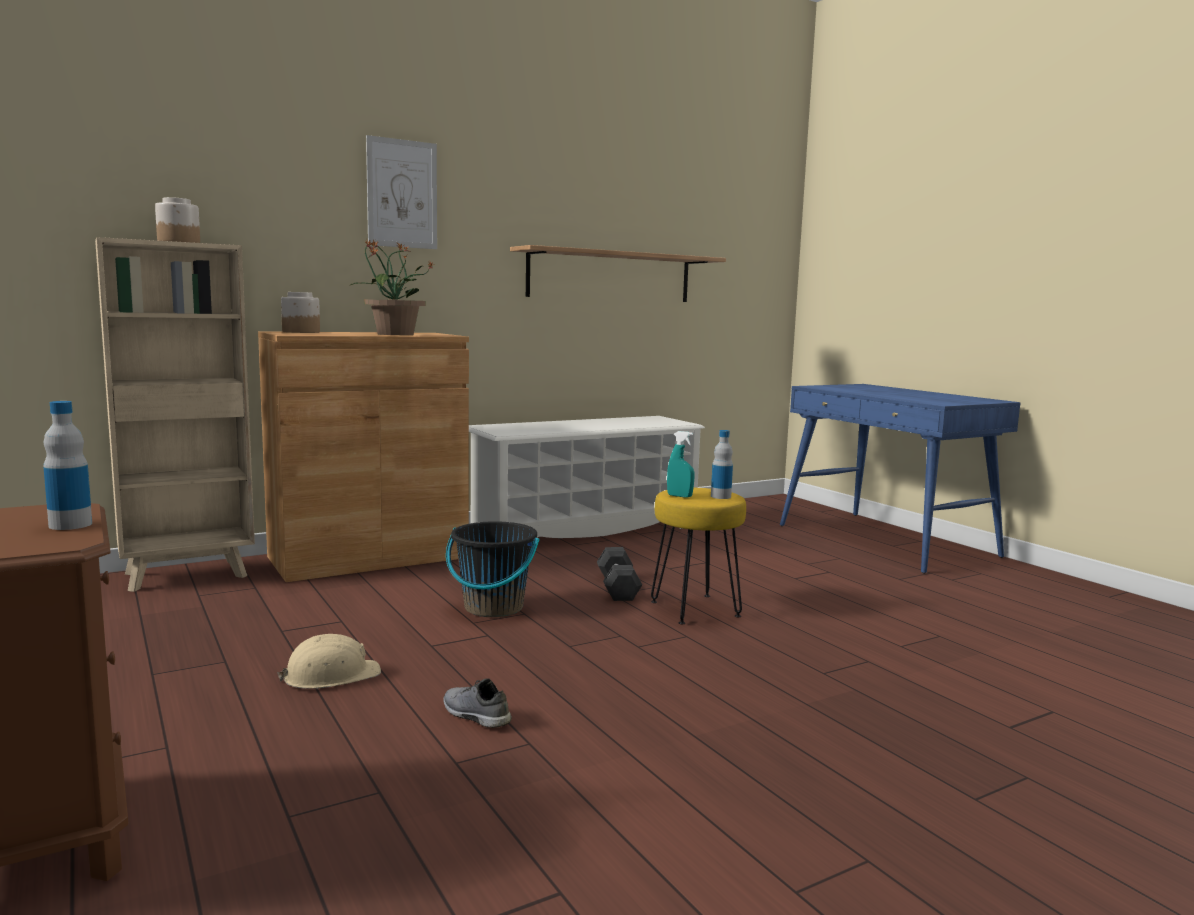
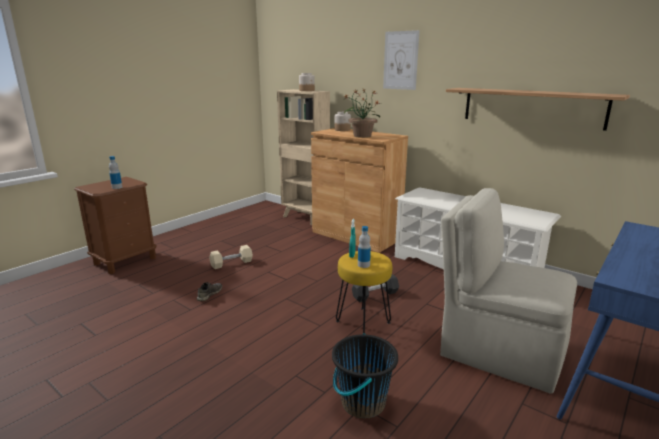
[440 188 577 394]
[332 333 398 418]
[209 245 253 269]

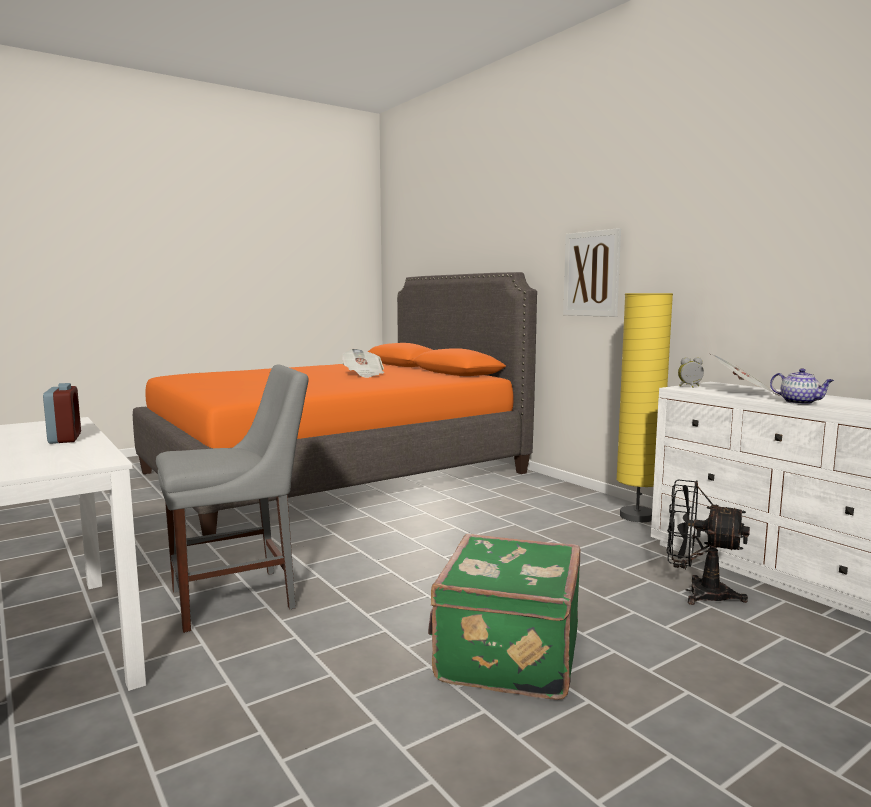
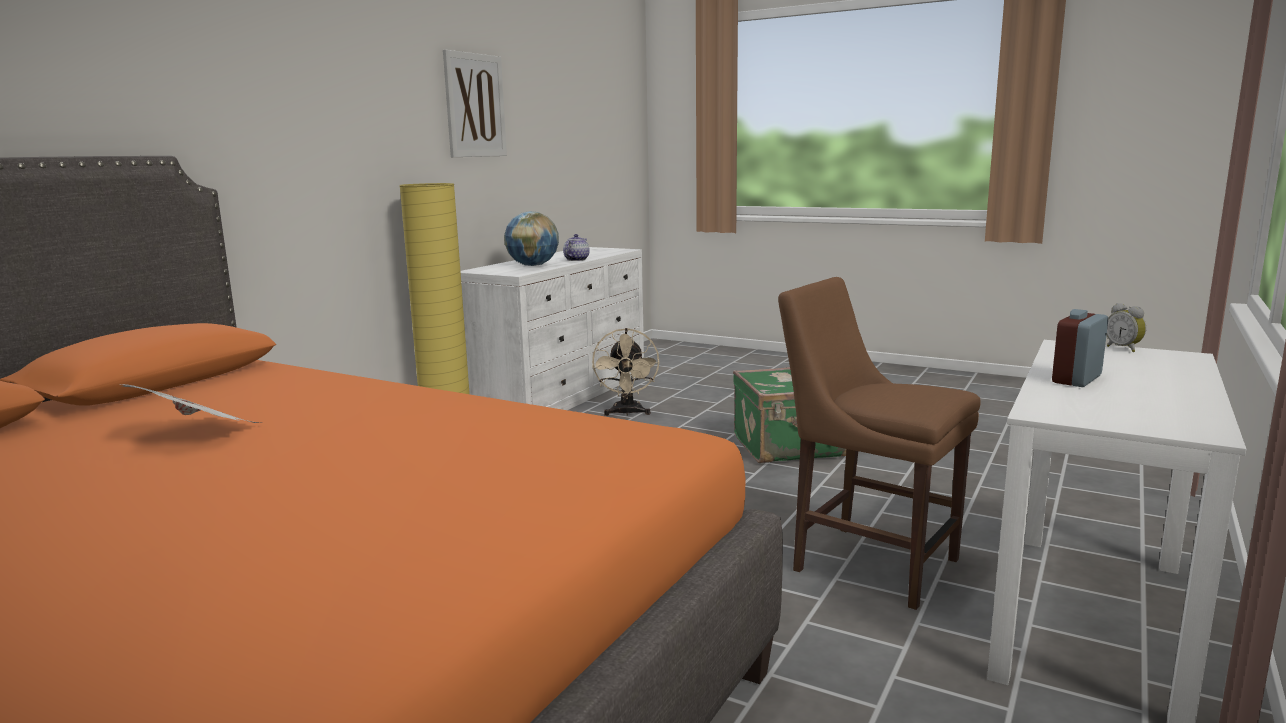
[443 49 507 157]
[1107 303 1146 352]
[504 211 559 266]
[778 277 980 610]
[592 328 659 416]

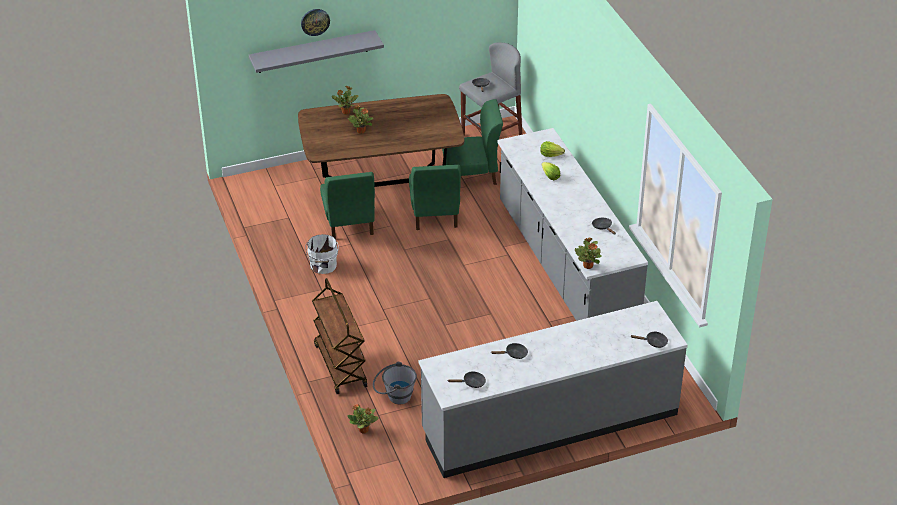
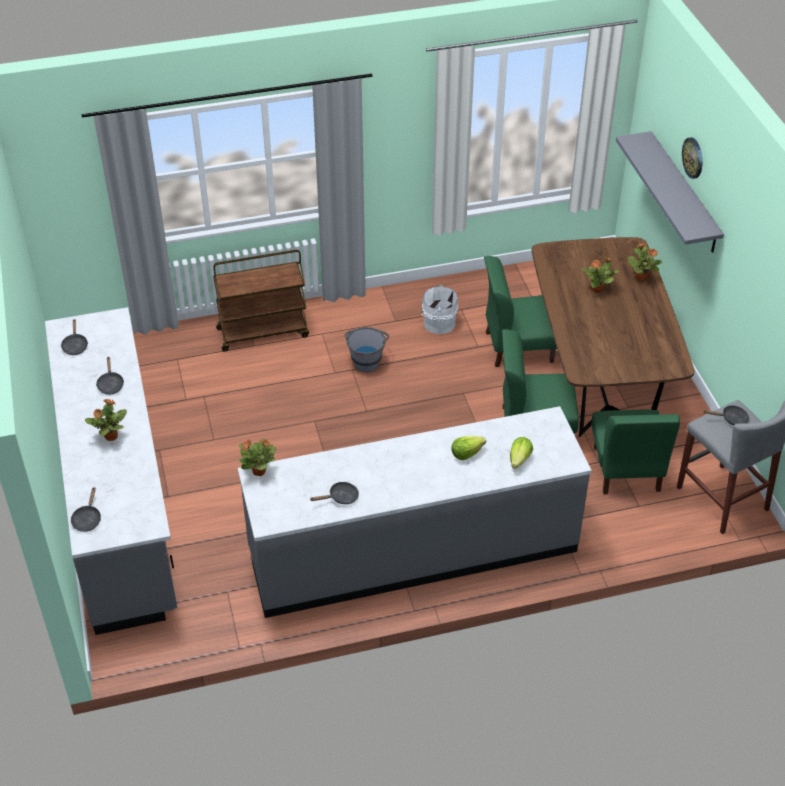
[85 399 127 441]
[345 327 389 372]

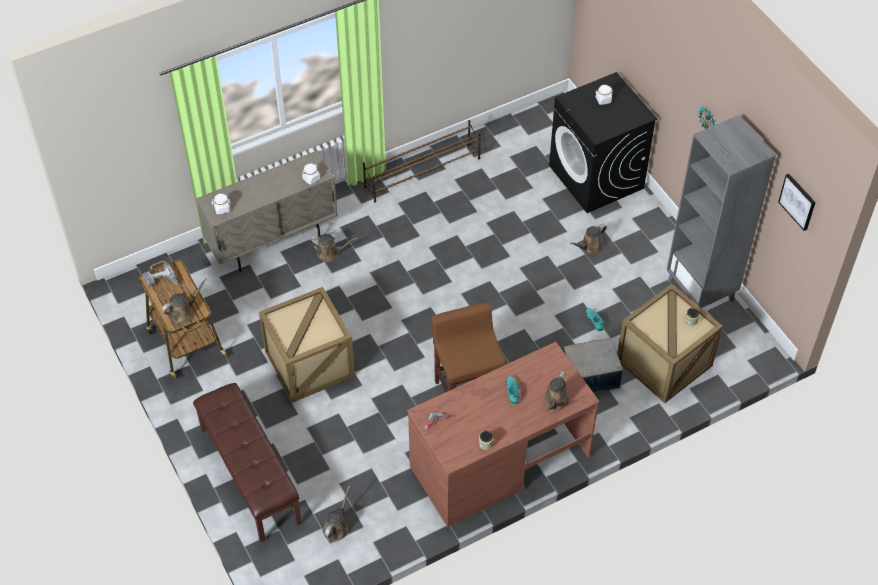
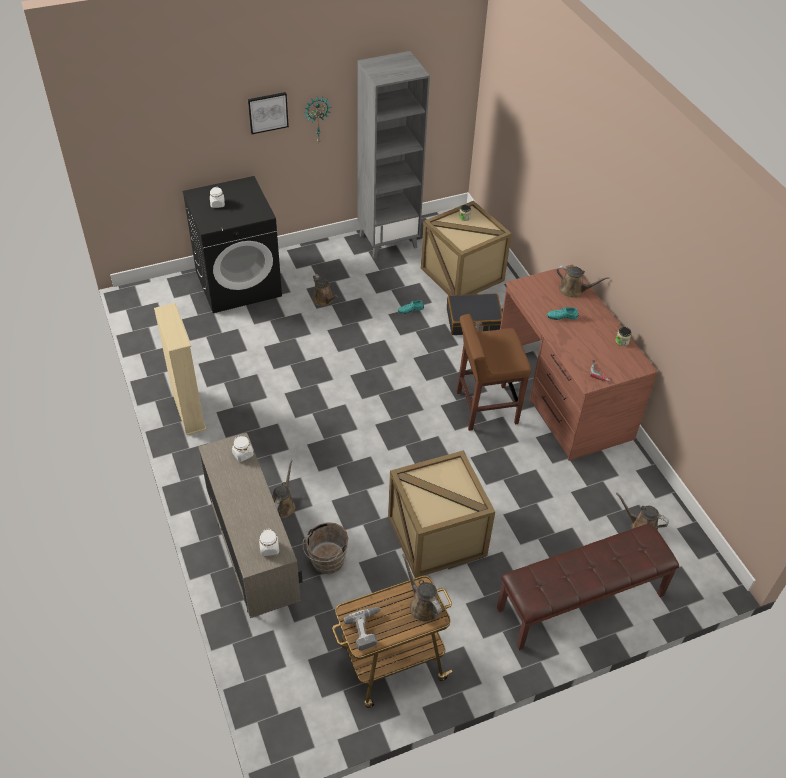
[302 522 348 574]
[248 92 289 134]
[154 303 207 435]
[447 293 502 335]

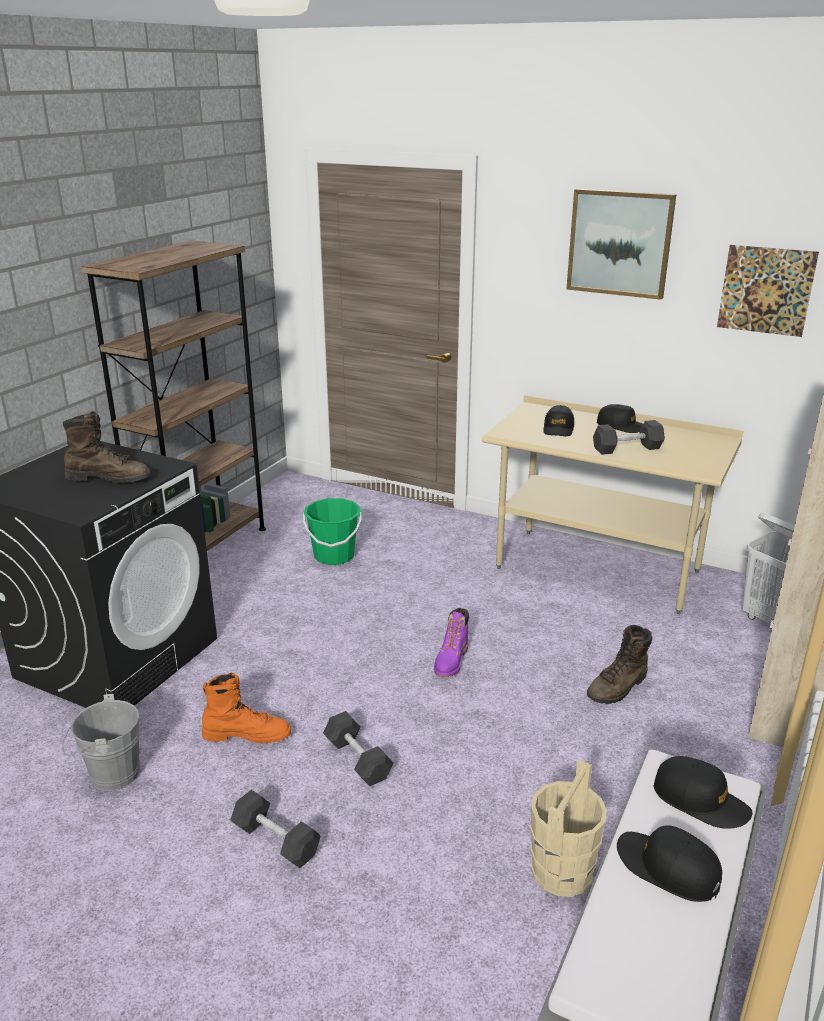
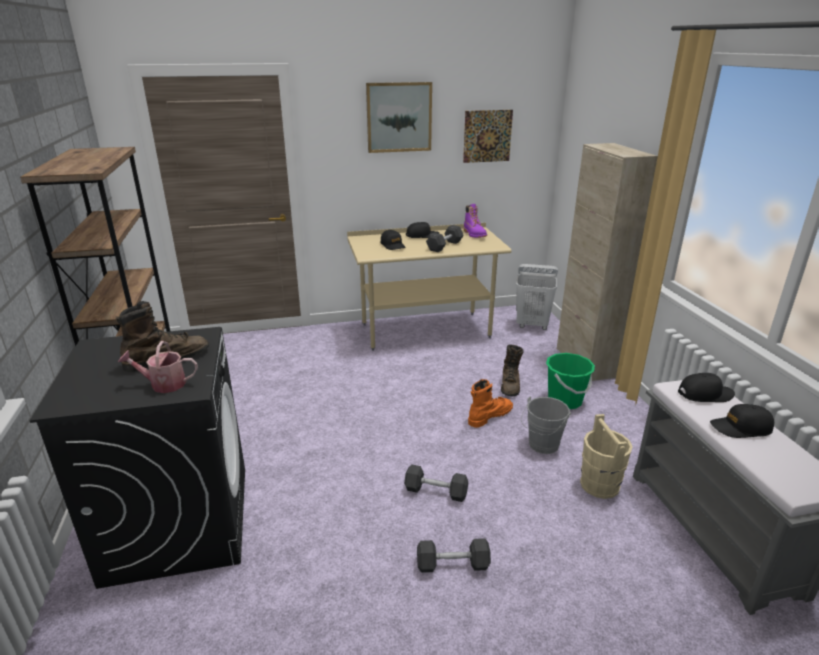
[118 341 198 393]
[521 396 571 454]
[468 379 513 428]
[546 353 595 409]
[464 204 487 238]

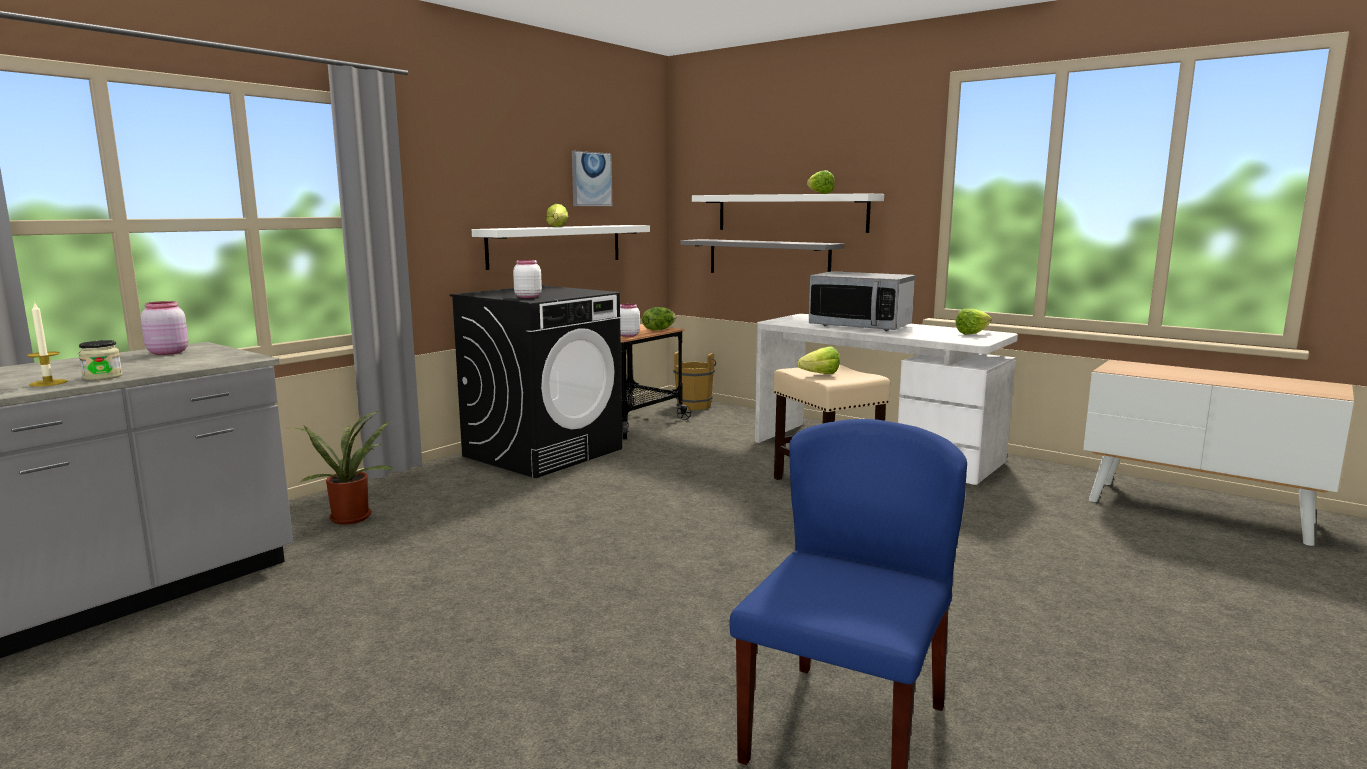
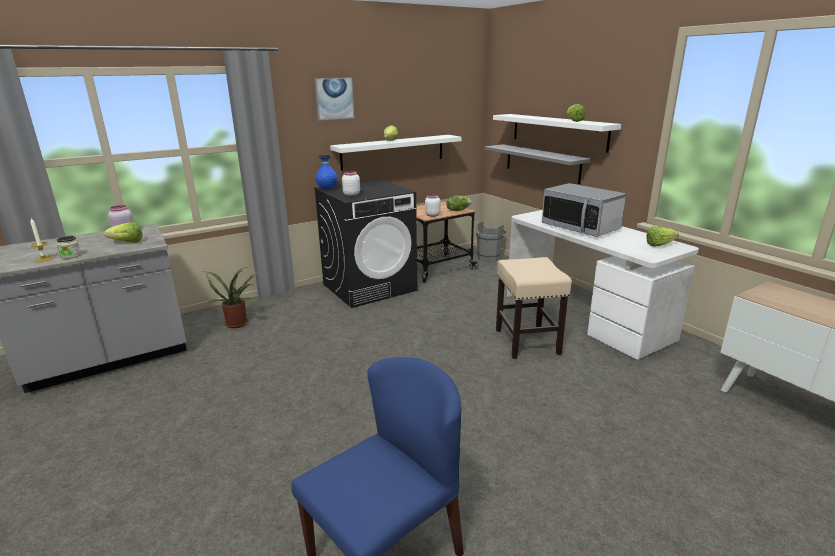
[315 155 338 190]
[314 78 355 121]
[104 222 143 243]
[476 221 505 262]

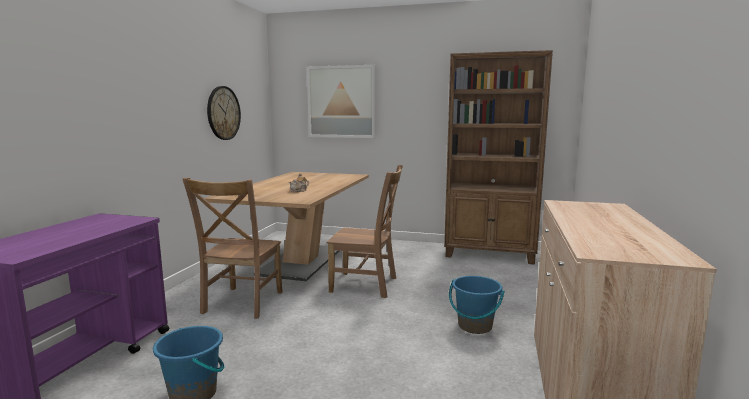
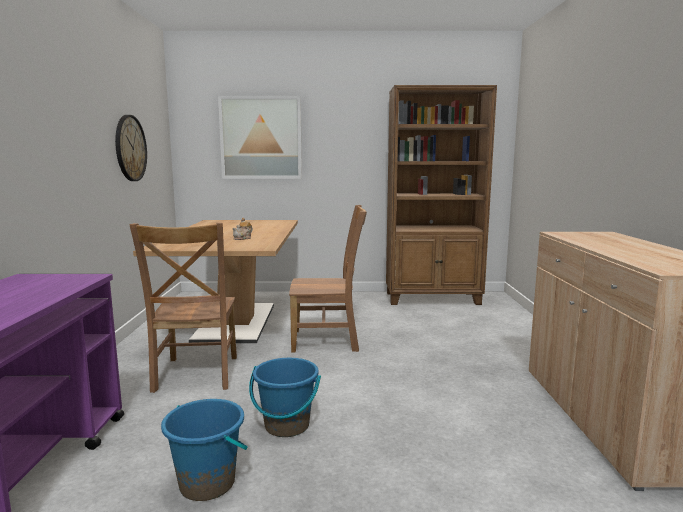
[249 358 321 437]

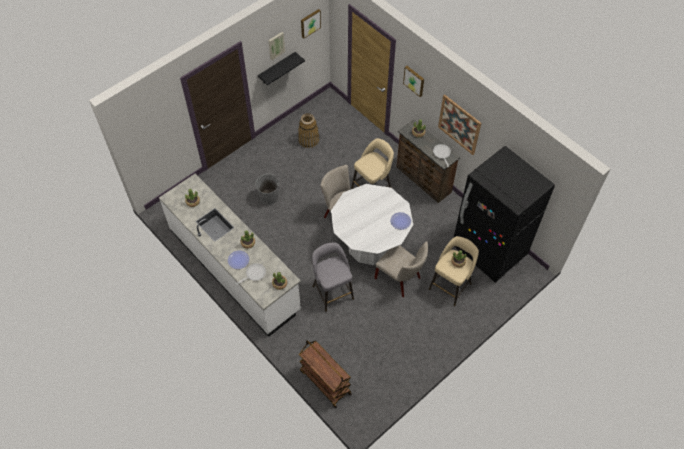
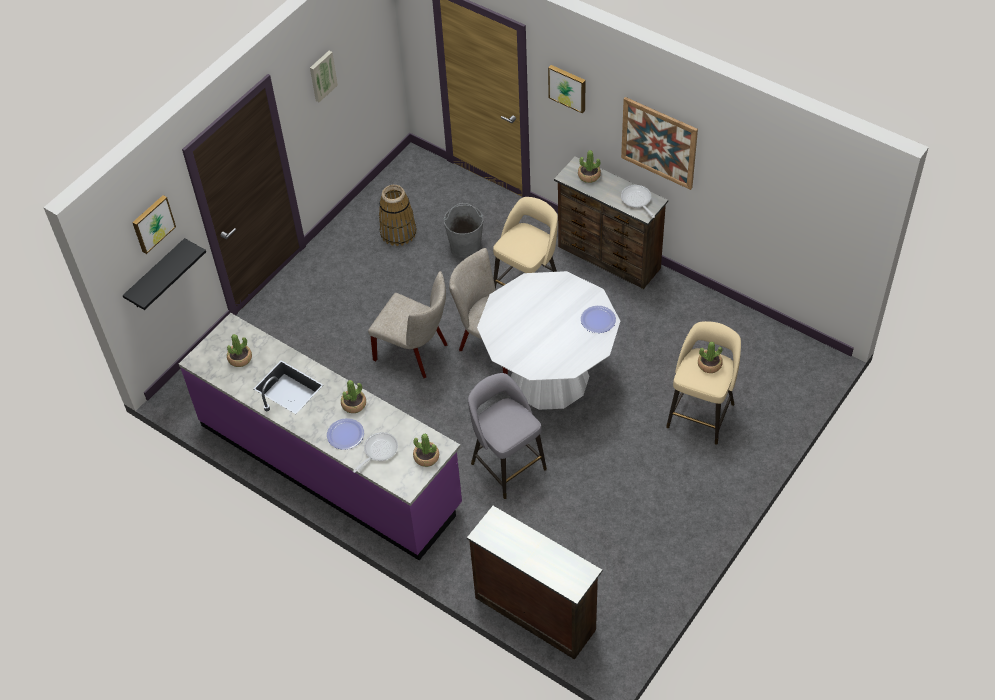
[454 146 555 283] (first image)
[444 203 483 258]
[123 238 206 310]
[132 195 176 254]
[368 271 448 378]
[467 506 603 660]
[179 313 462 560]

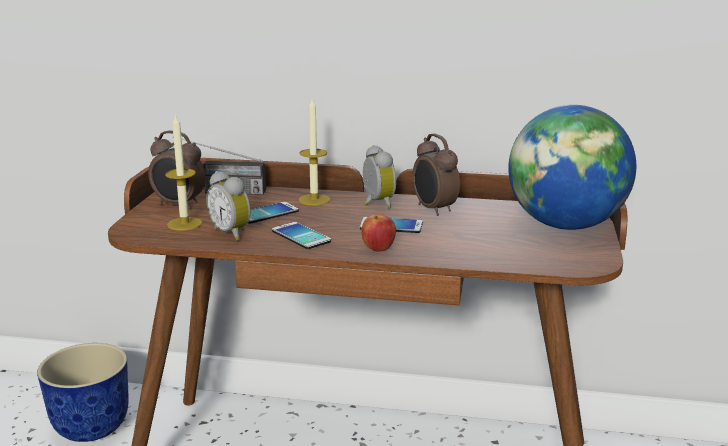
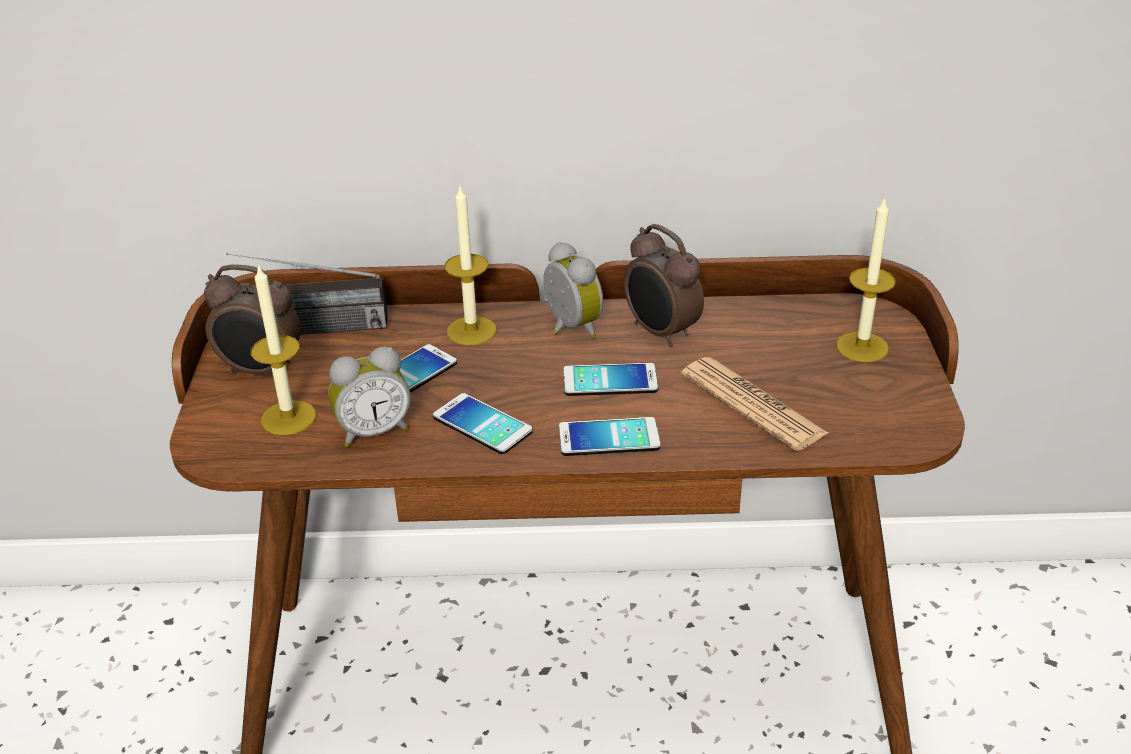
[37 343 129 442] (first image)
[681 357 828 451]
[559 417 661 456]
[836 197 896 362]
[328 346 411 447]

